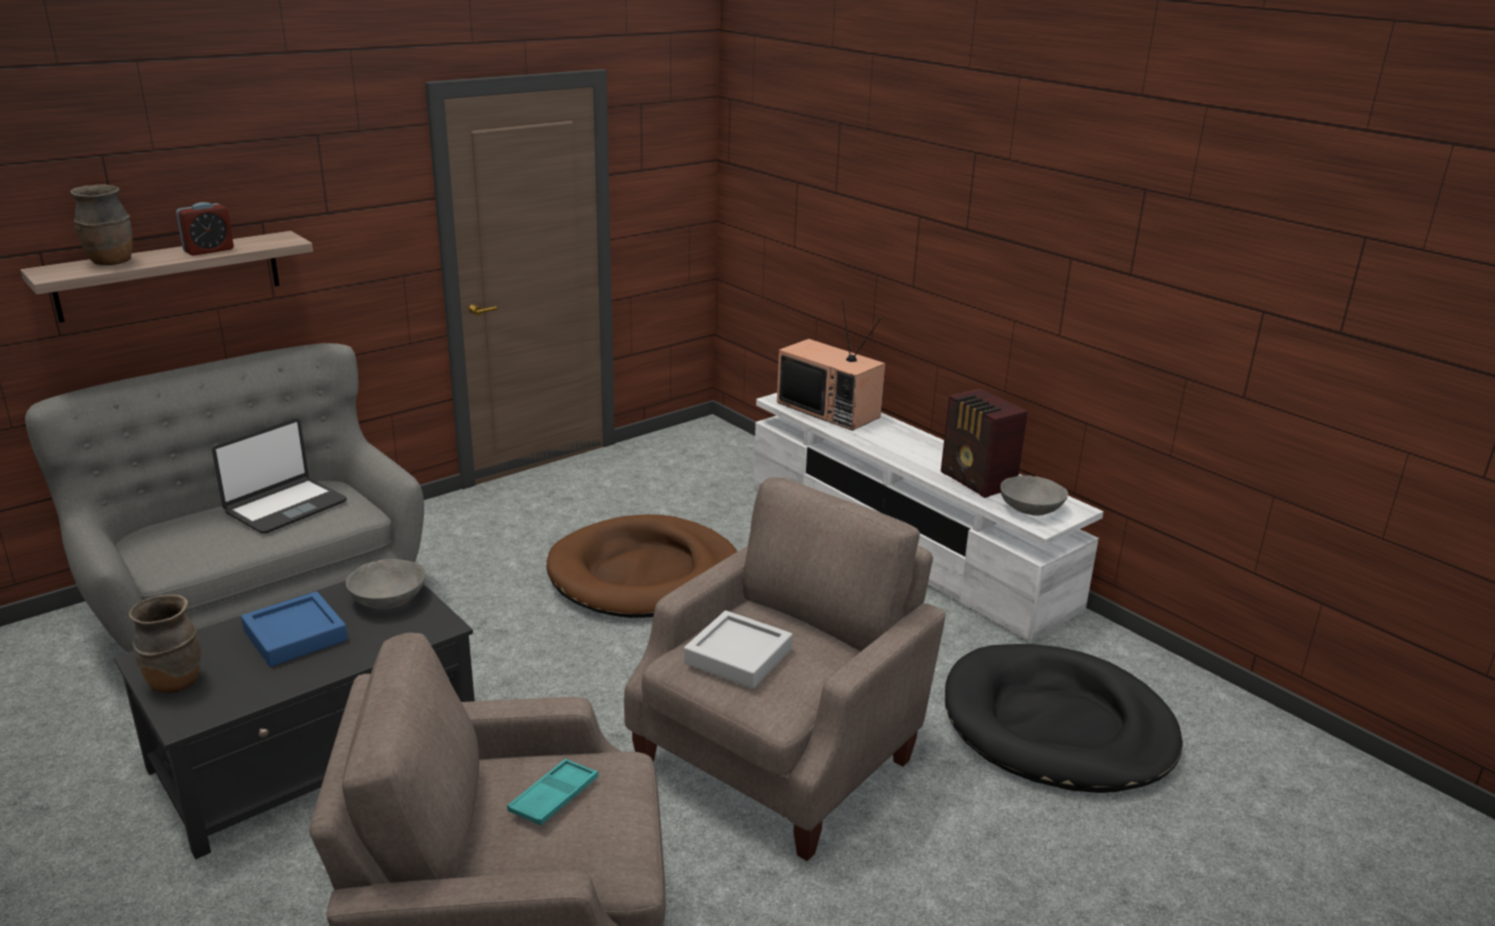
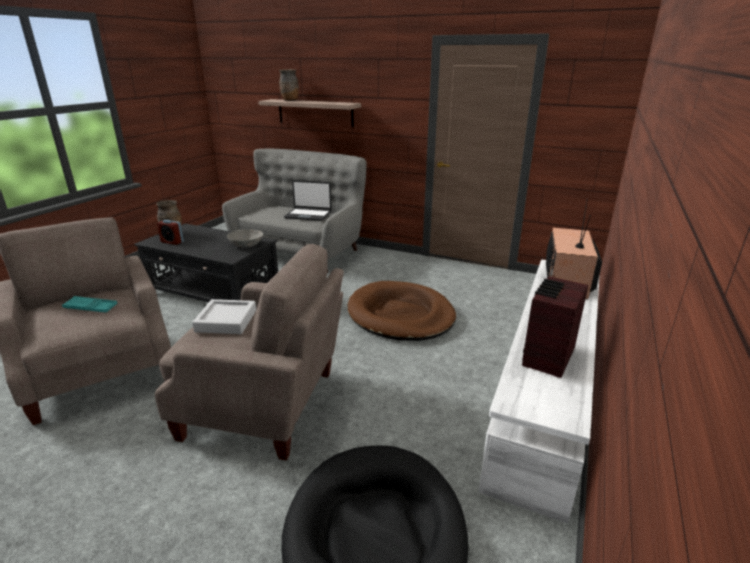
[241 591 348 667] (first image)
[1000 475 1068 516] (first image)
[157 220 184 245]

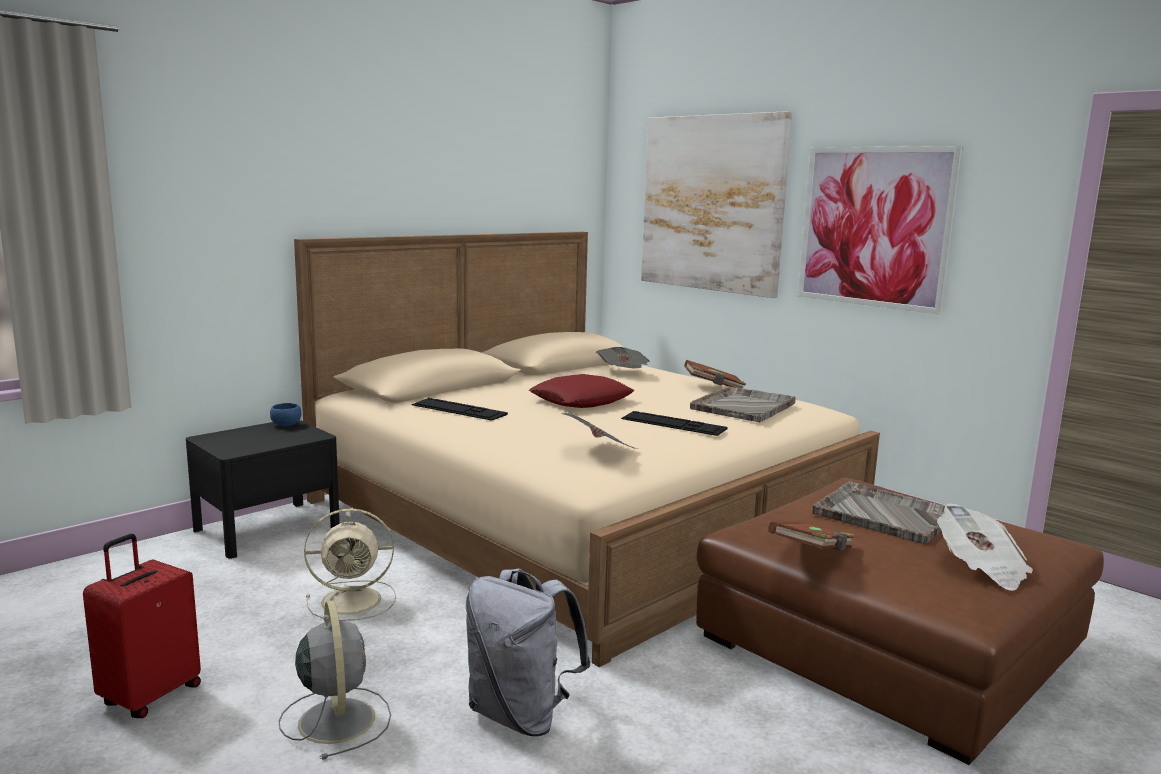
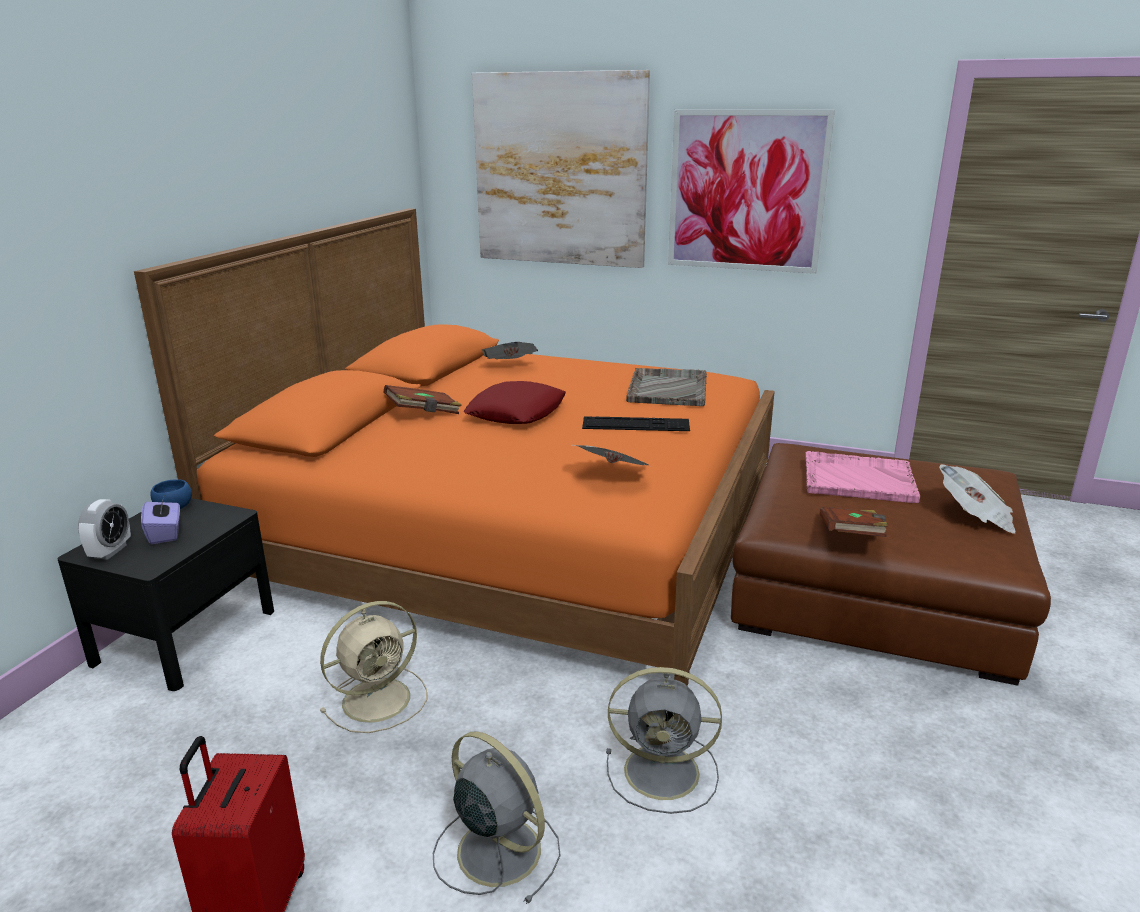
[412 398 508 421] (first image)
[78 499 131 560]
[141 494 180 545]
[384 385 462 414]
[606 667 722 814]
[134 208 775 686]
[805 451 920 503]

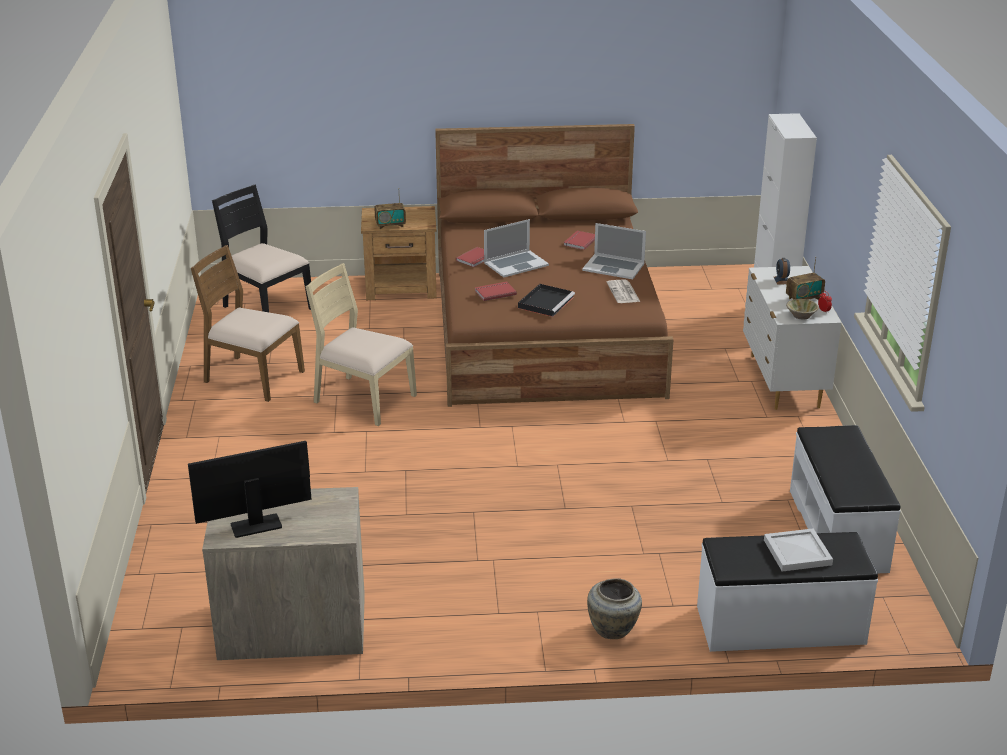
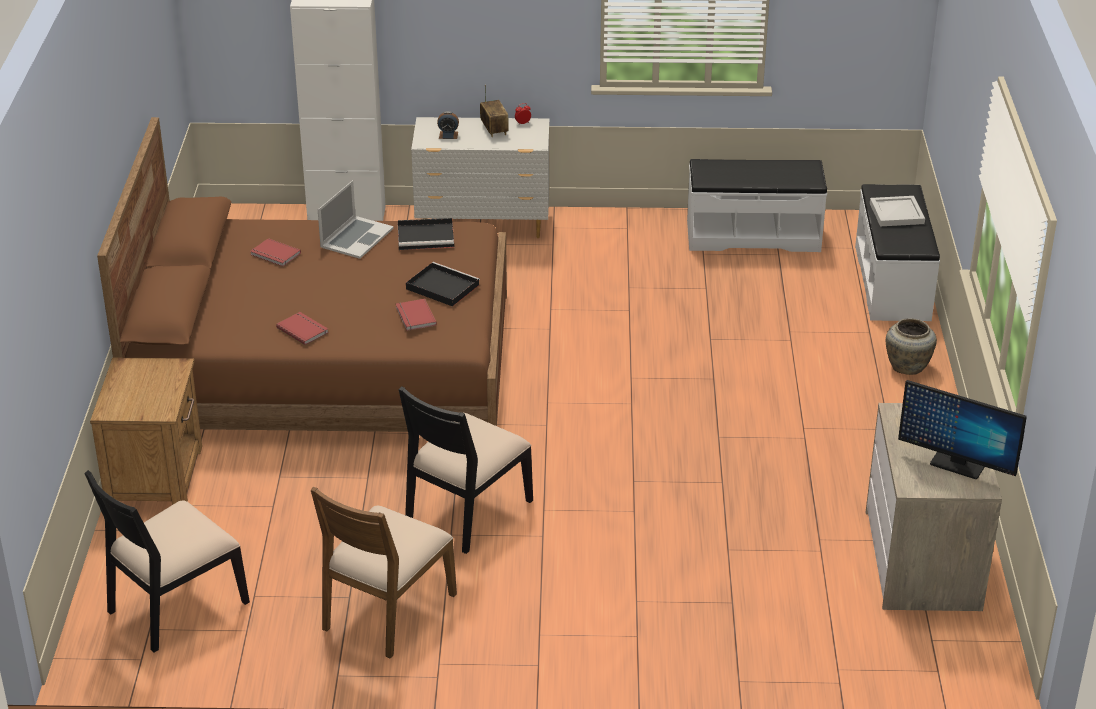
[374 188 406 229] (first image)
[484 219 549 278] (first image)
[786 299 819 320] (first image)
[397 218 454 250]
[398 386 533 554]
[898 380 1027 479]

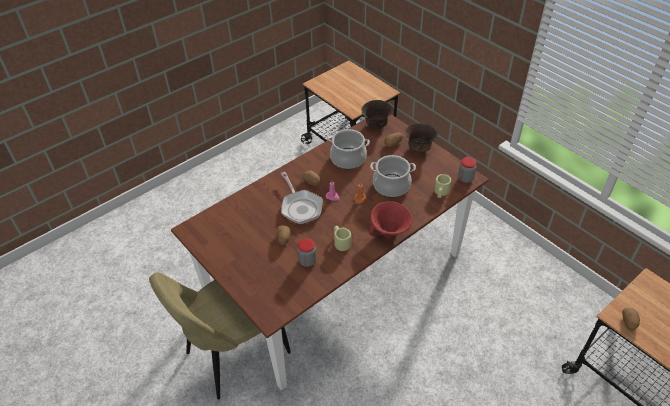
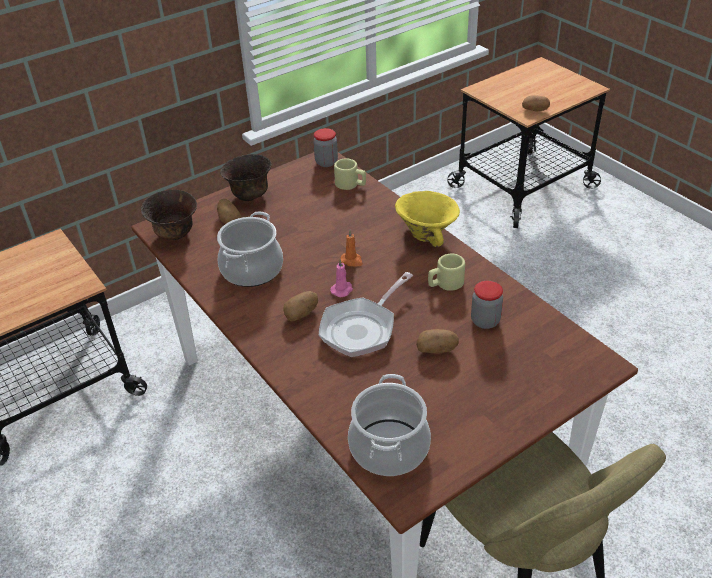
[348 374 431 476]
[395 191 460 247]
[319 272 413 357]

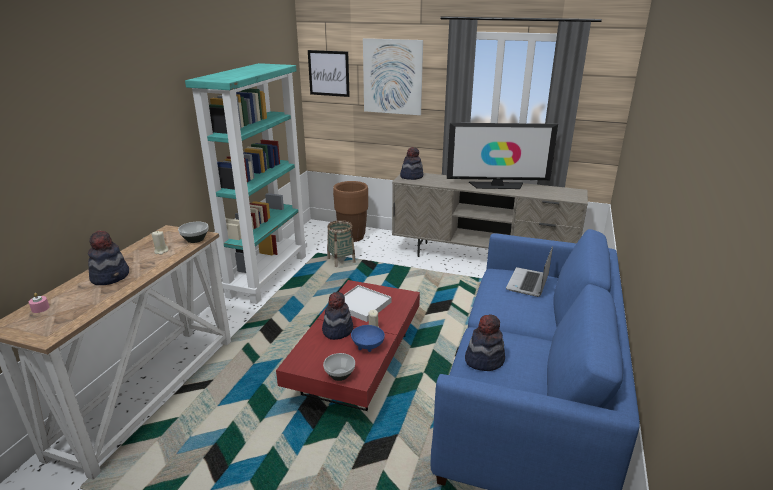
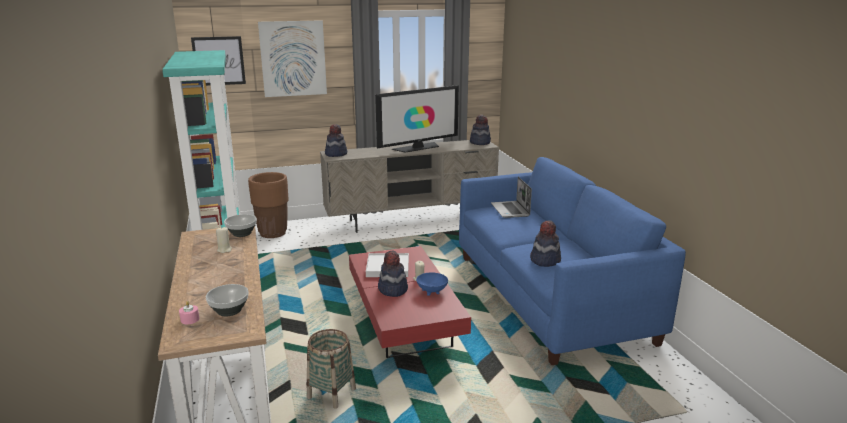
[470 115 491 145]
[206 284 249 316]
[307 329 356 409]

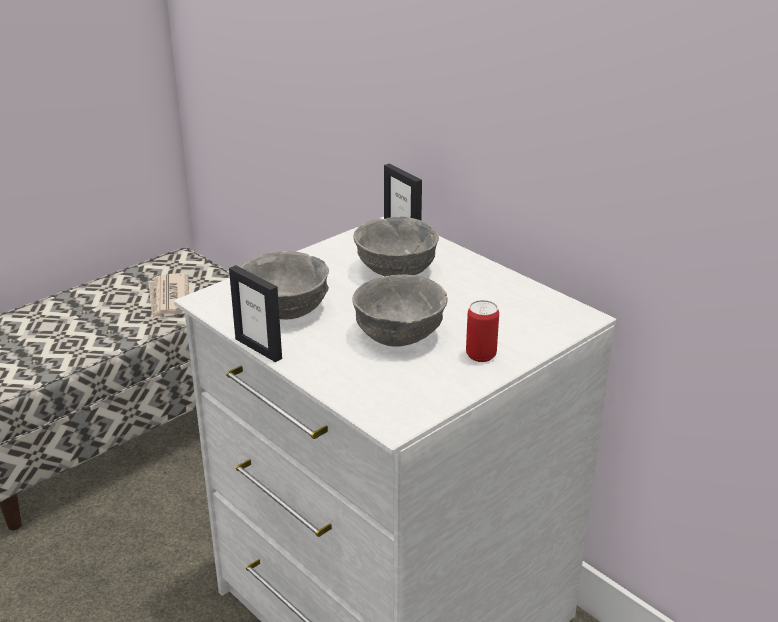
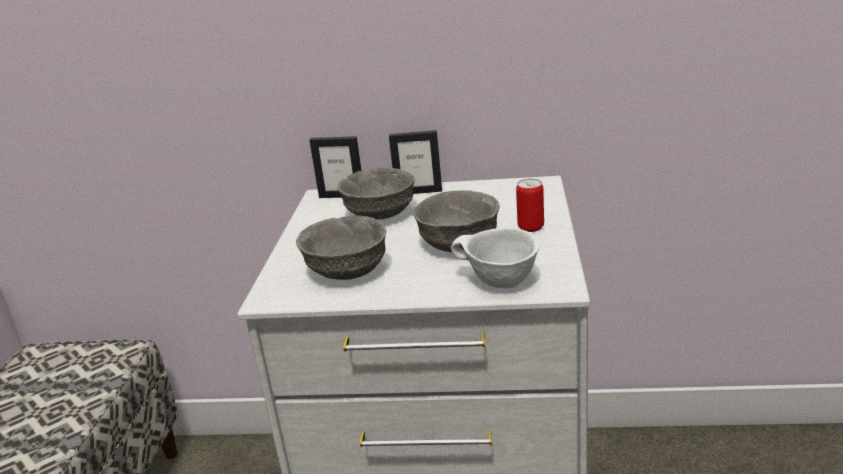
[148 273 189 320] (first image)
[451 228 540 288]
[389 130 442 194]

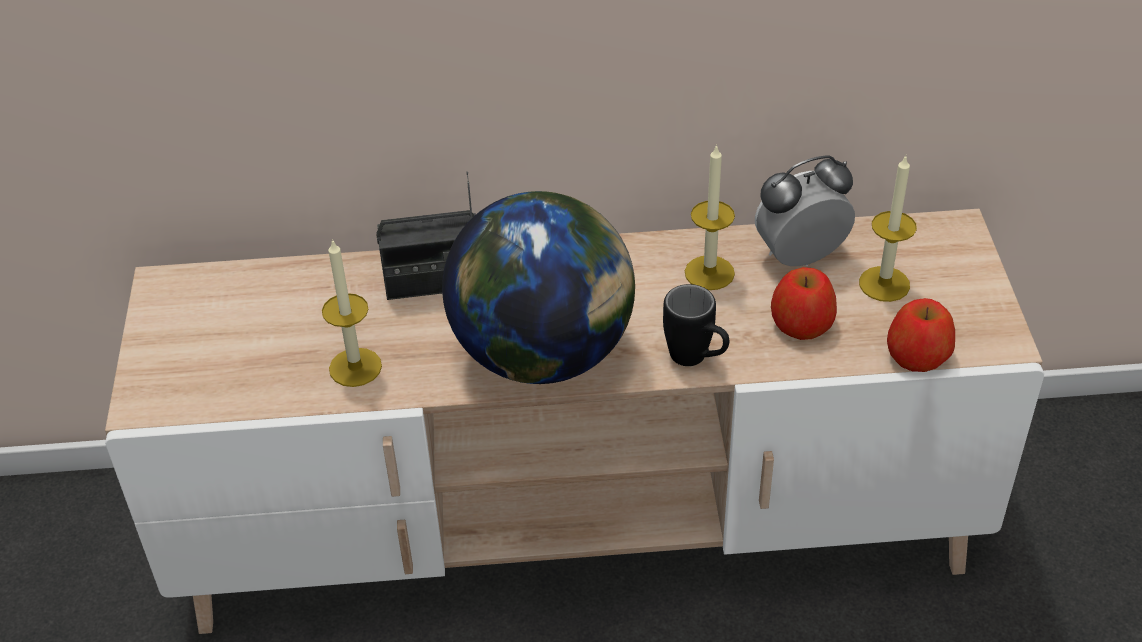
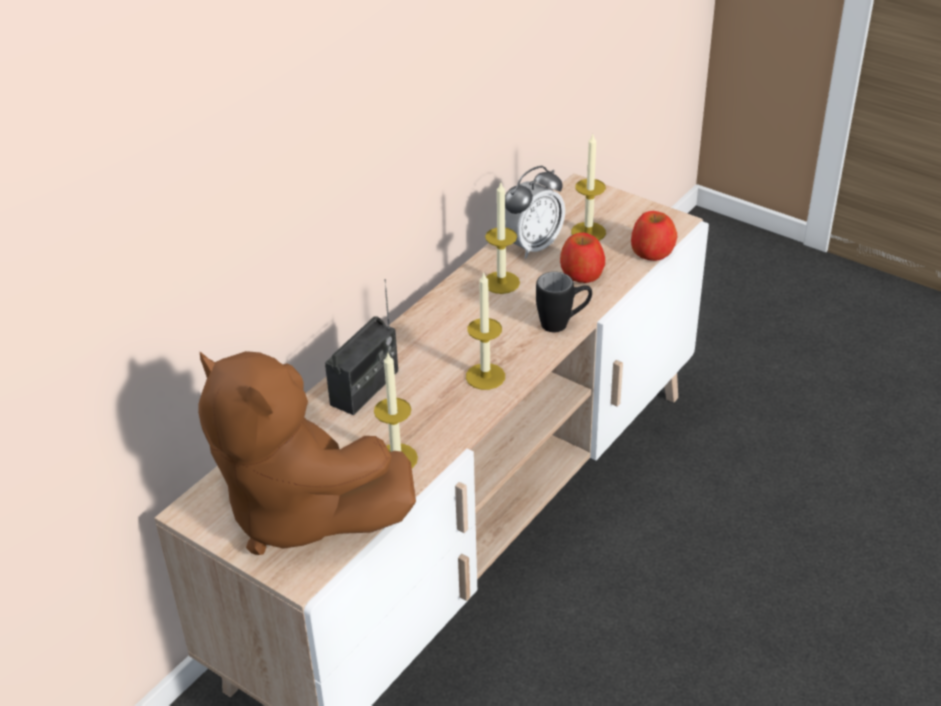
[198 351 416 555]
[466 271 505 390]
[505 166 565 259]

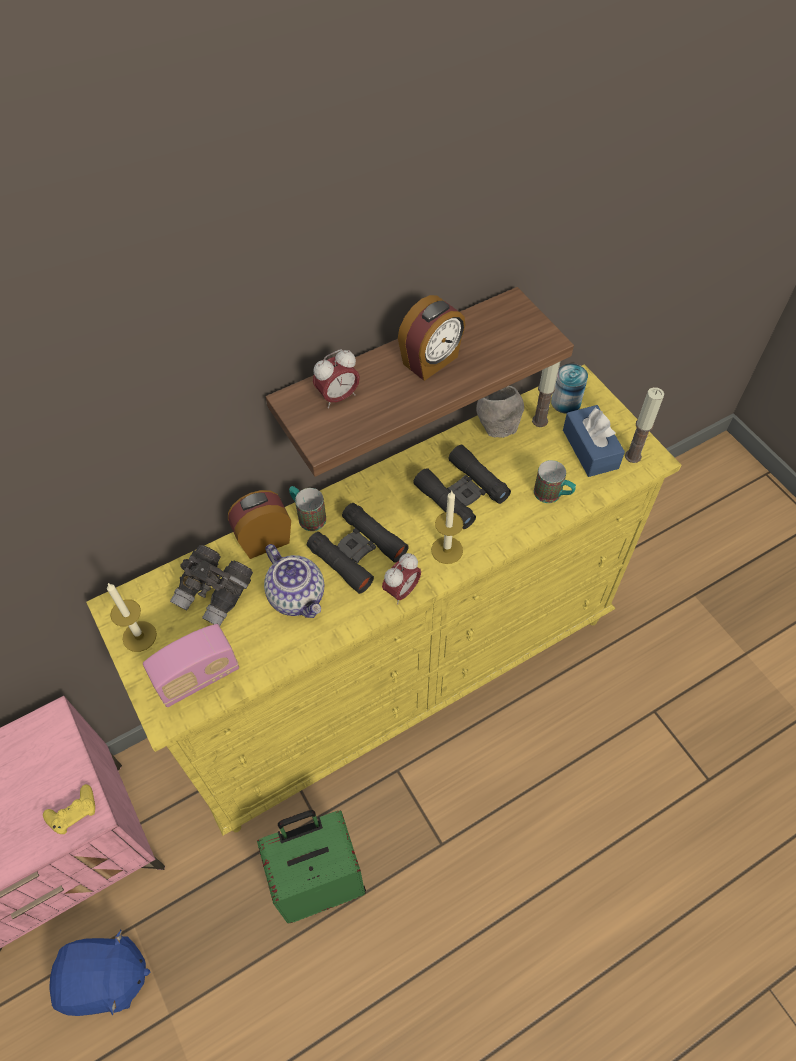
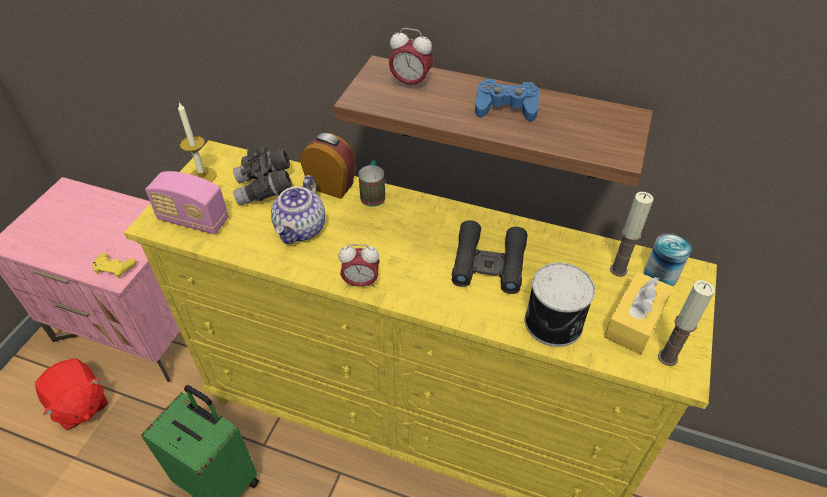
[307 503 409 594] (first image)
[431 491 463 564] (first image)
[476 386 524 438] (first image)
[475 79 539 122]
[525 262 595 347]
[35 358 108 430]
[604 271 674 355]

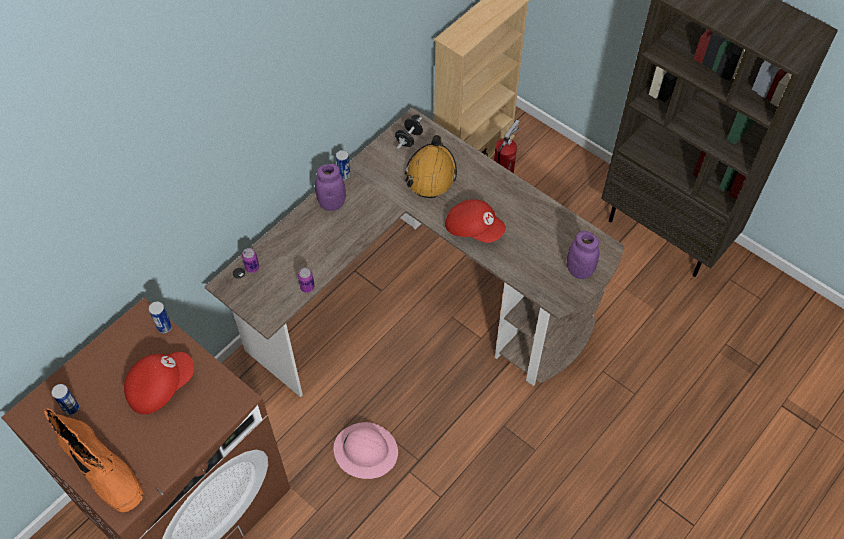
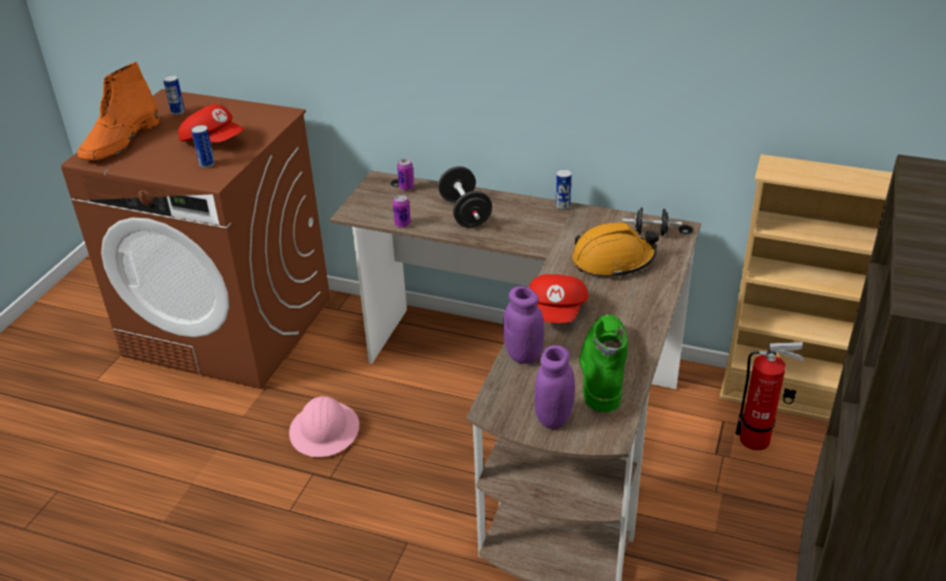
[438 166 492 228]
[579 314 628 412]
[191 125 215 168]
[503 286 544 364]

